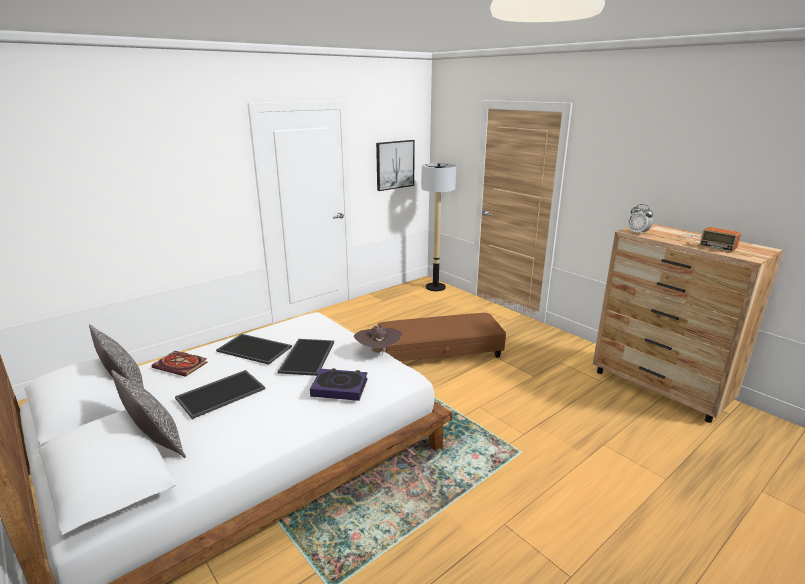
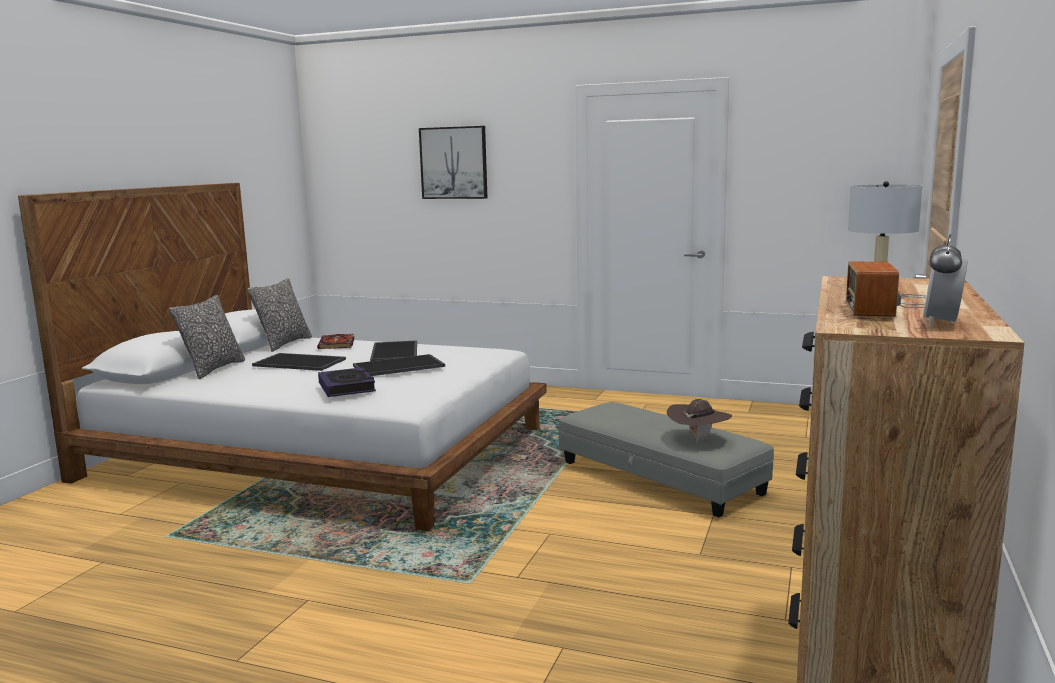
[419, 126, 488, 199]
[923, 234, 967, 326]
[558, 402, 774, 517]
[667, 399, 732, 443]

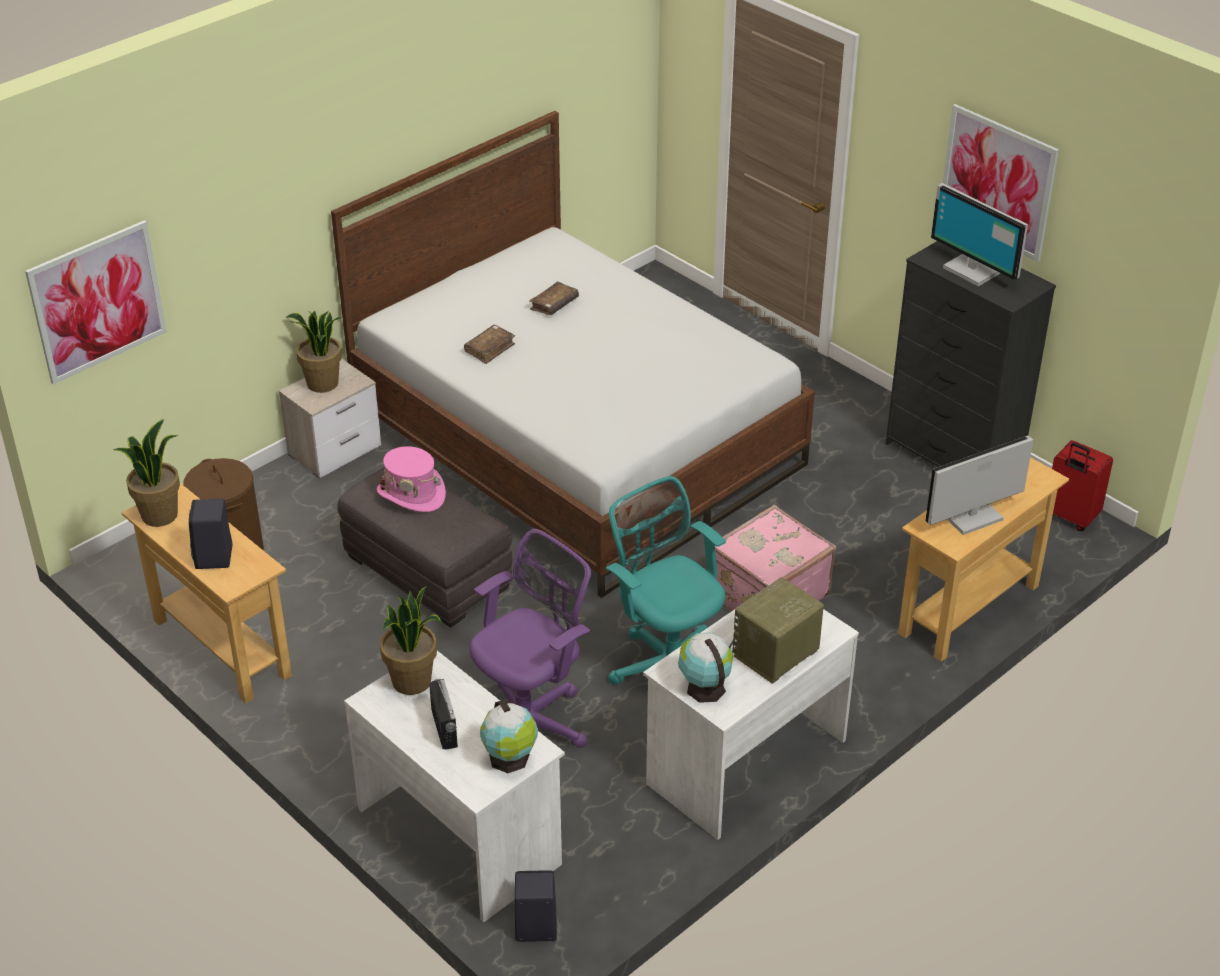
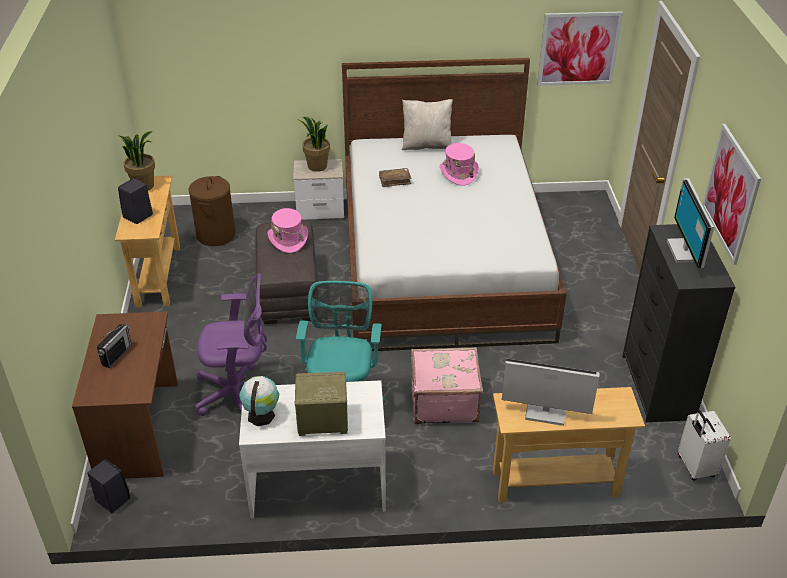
[537, 11, 623, 86]
[440, 143, 479, 186]
[678, 410, 731, 480]
[380, 586, 442, 695] (first image)
[72, 311, 178, 479]
[480, 701, 538, 773] (first image)
[402, 99, 453, 150]

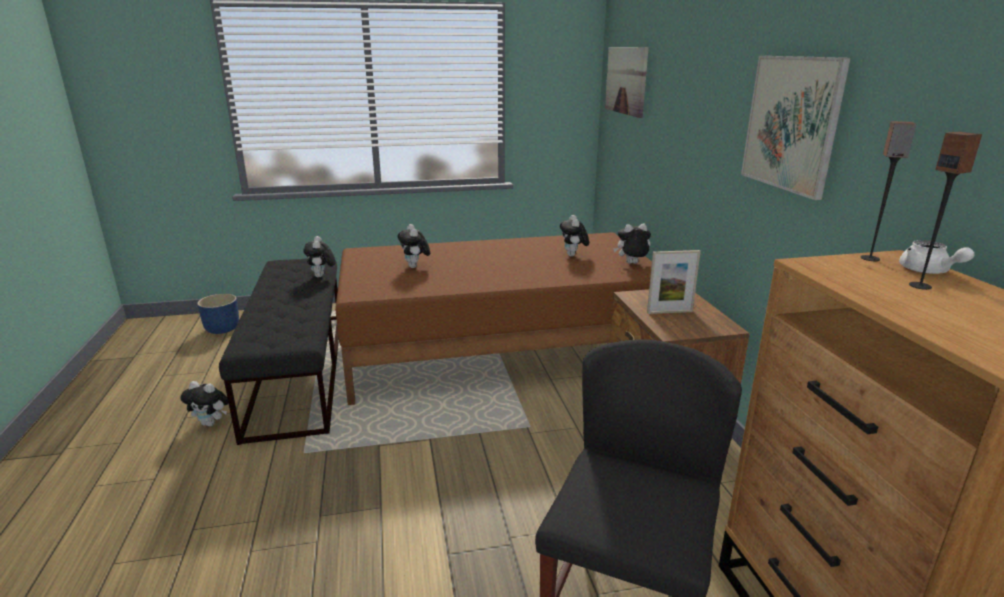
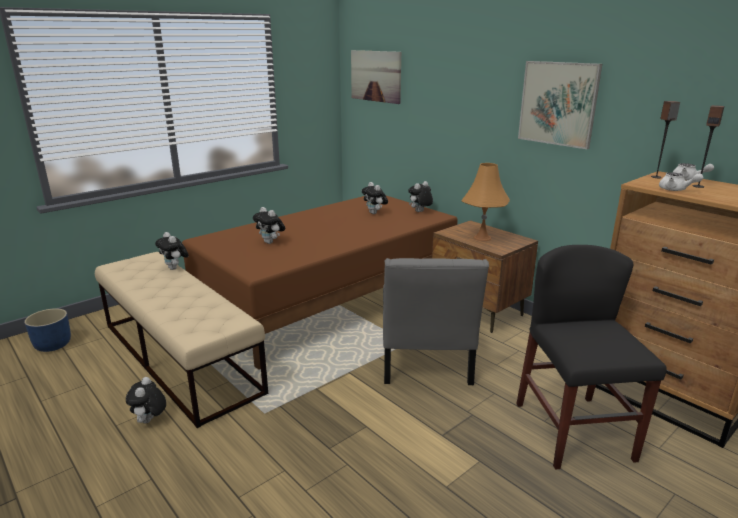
[462, 163, 510, 241]
[95, 252, 268, 428]
[126, 377, 166, 423]
[659, 172, 703, 191]
[383, 258, 489, 385]

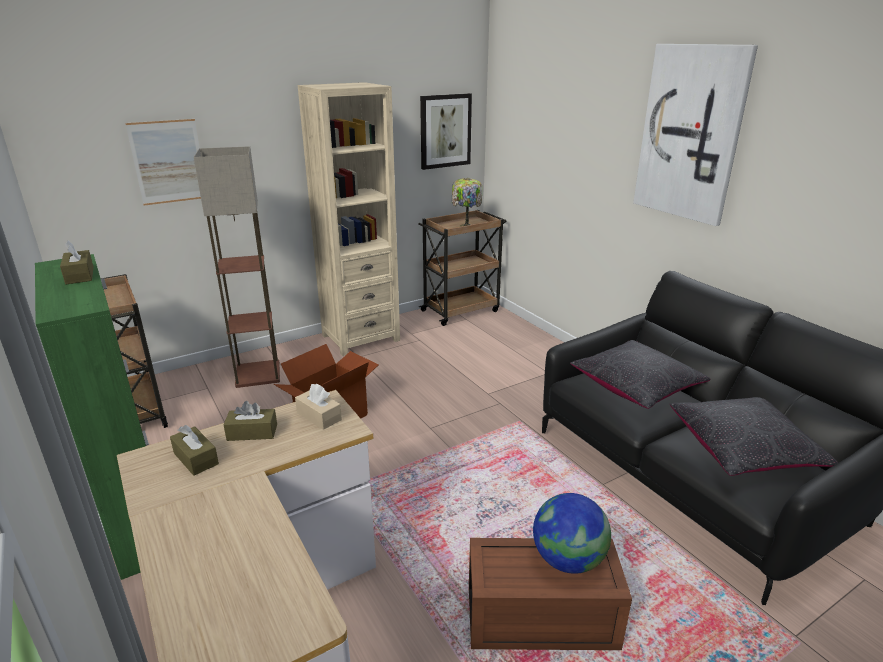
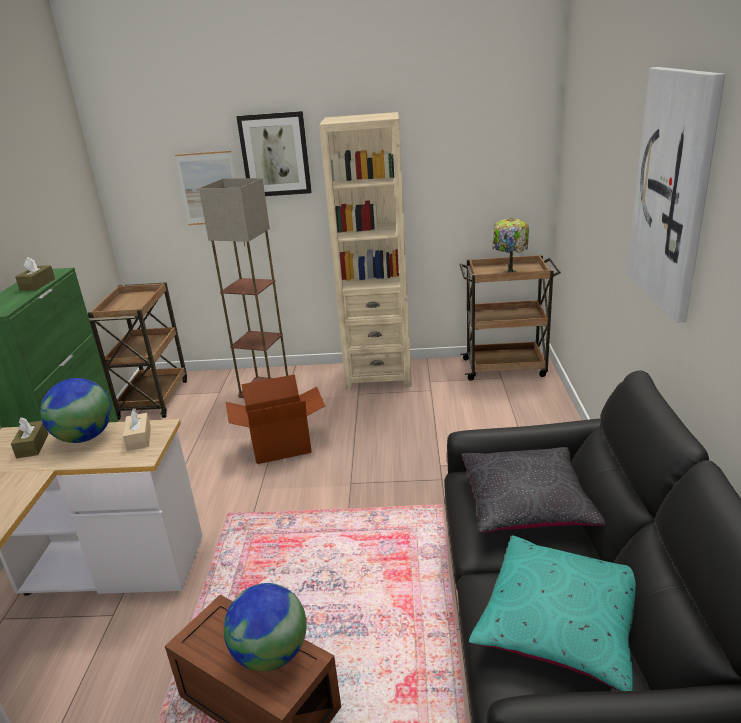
[236, 111, 312, 196]
[469, 535, 636, 691]
[40, 378, 112, 443]

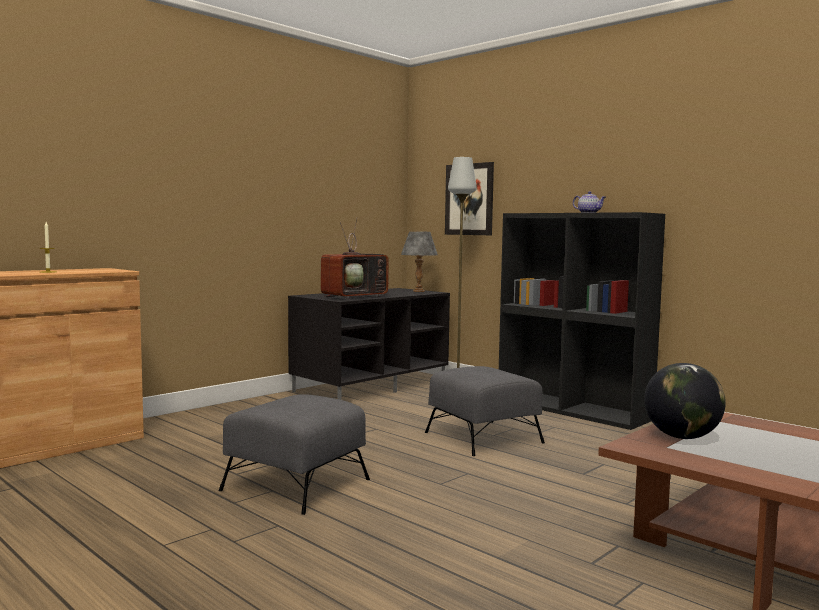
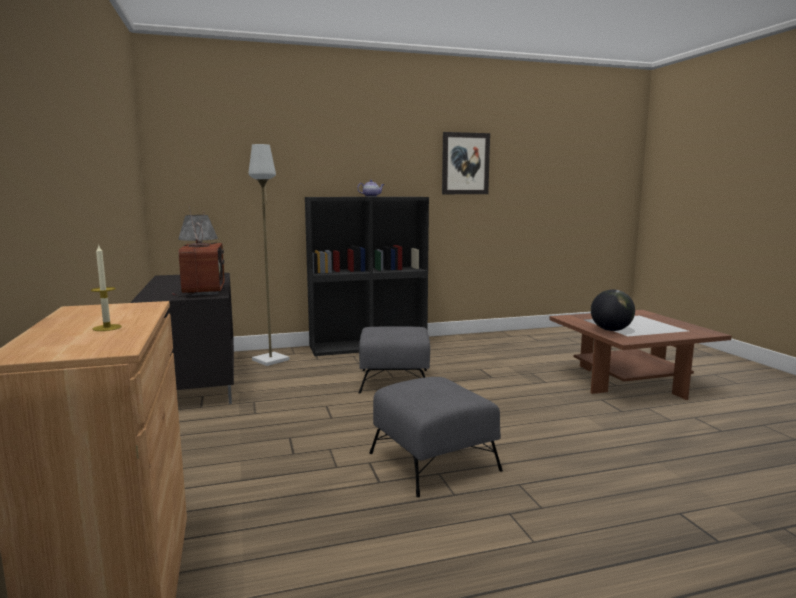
[442, 132, 490, 194]

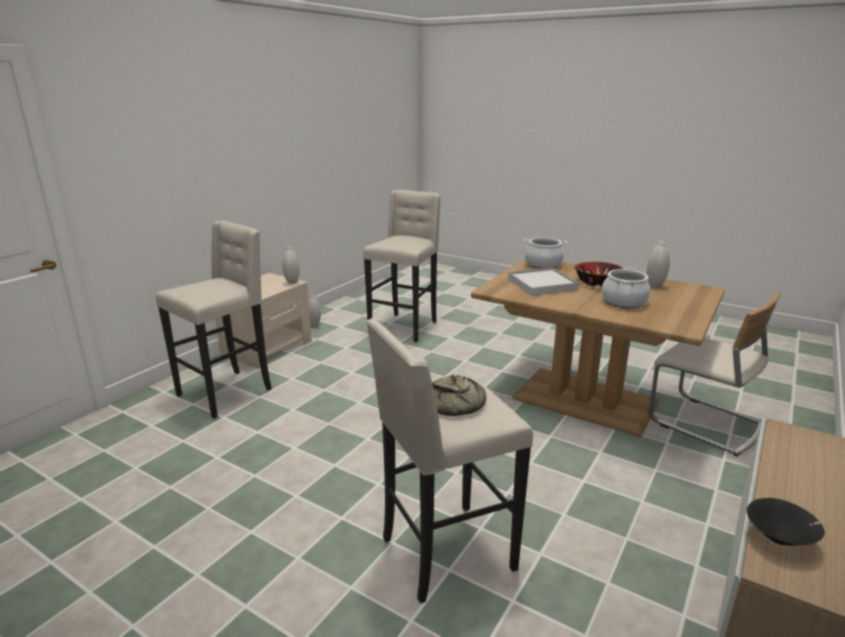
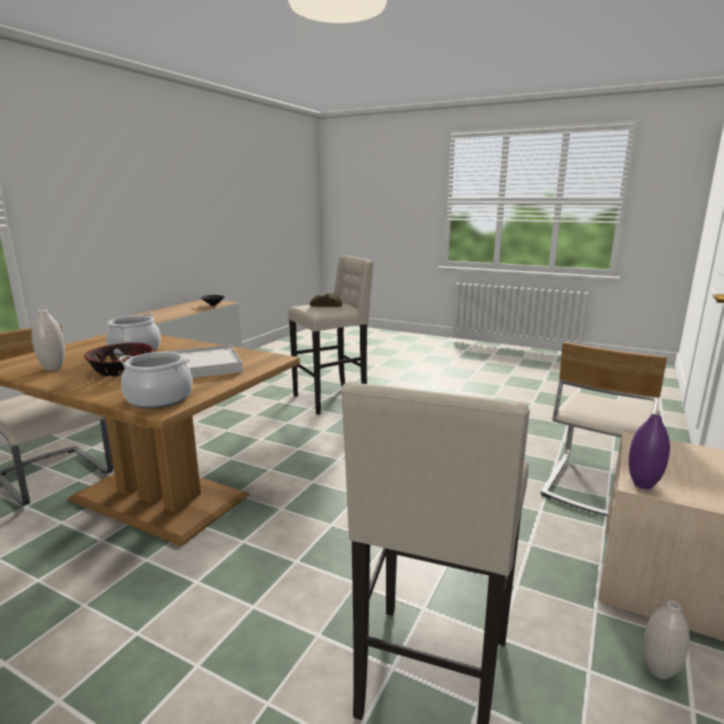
[541, 342, 667, 516]
[629, 414, 670, 489]

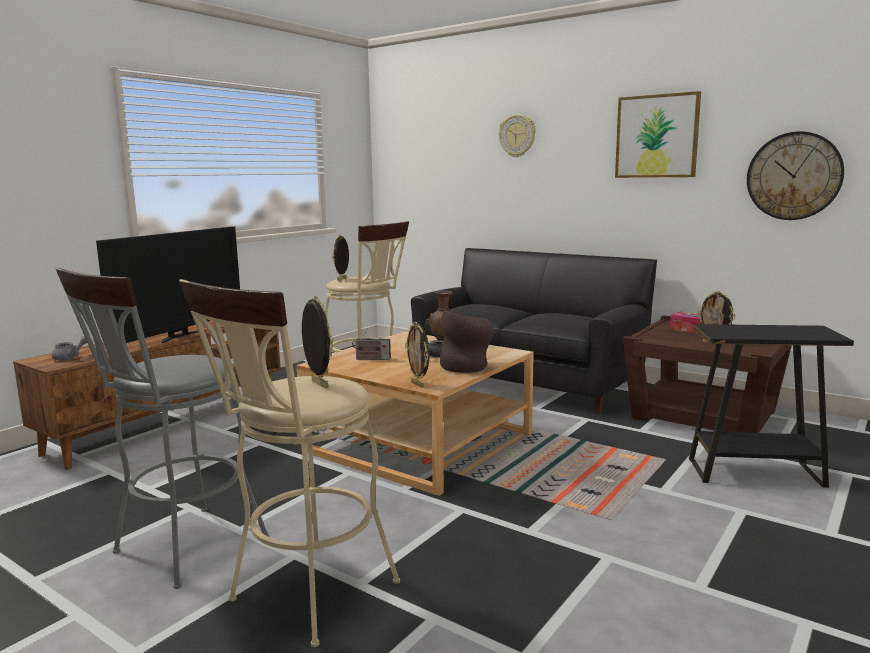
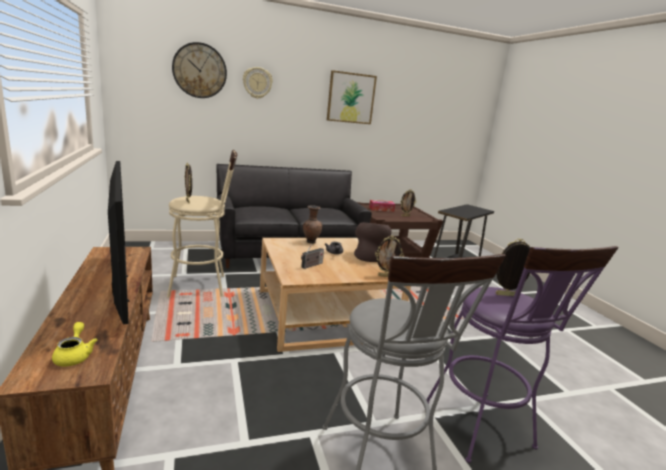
[172, 42, 227, 98]
[427, 246, 619, 463]
[52, 322, 97, 366]

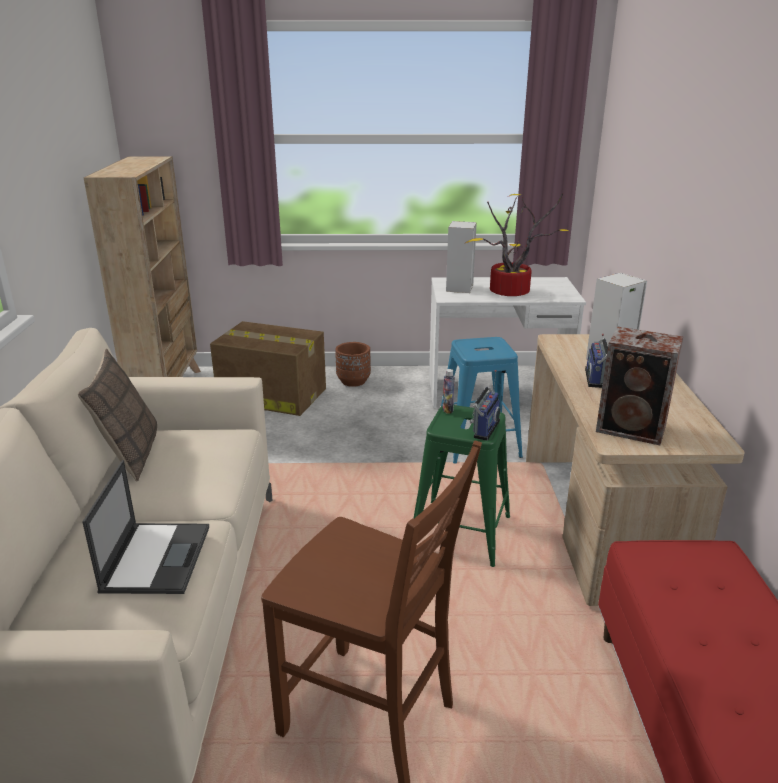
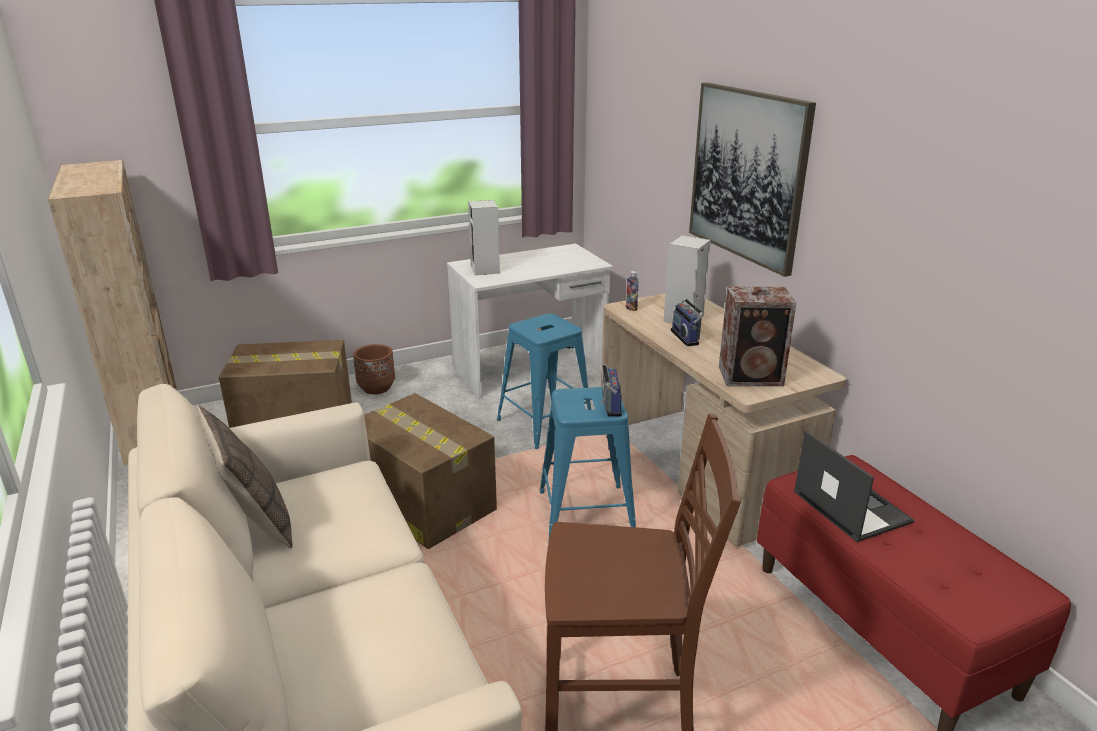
[466, 193, 569, 296] (first image)
[626, 271, 639, 311]
[540, 387, 636, 543]
[794, 430, 914, 542]
[689, 83, 816, 277]
[364, 393, 497, 549]

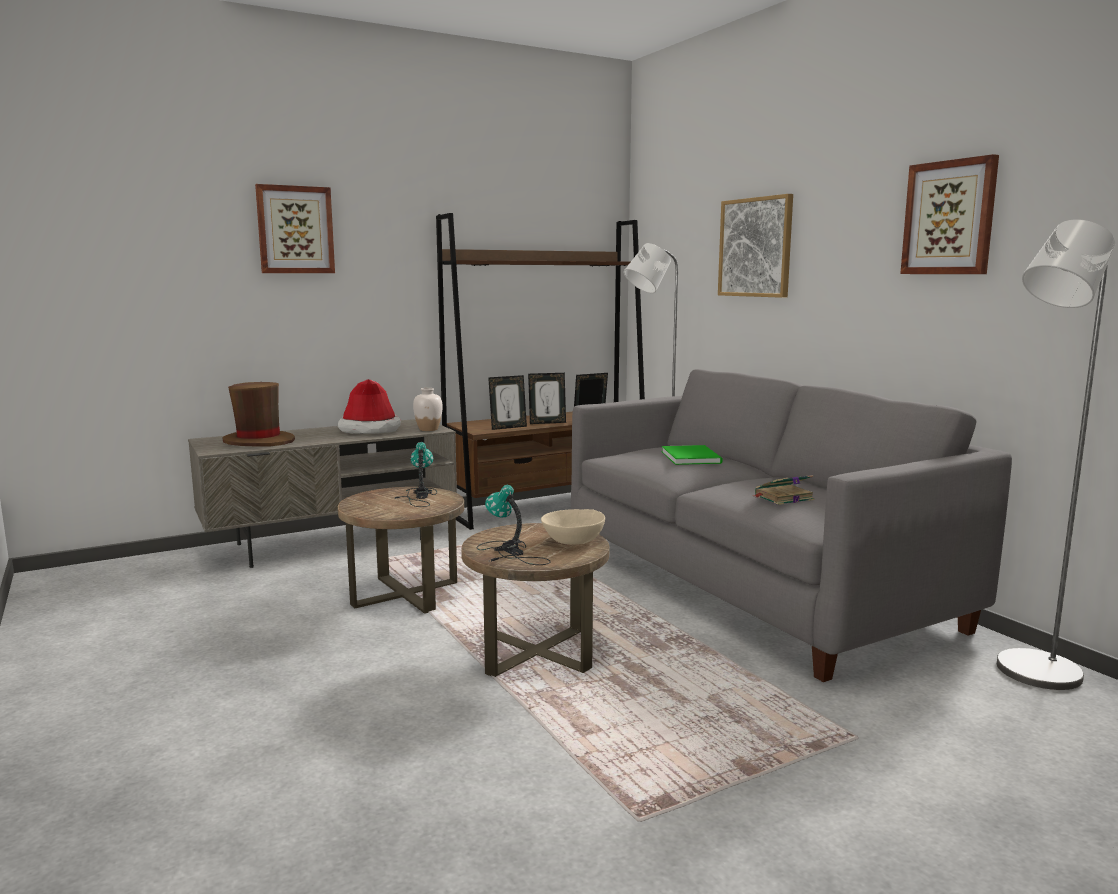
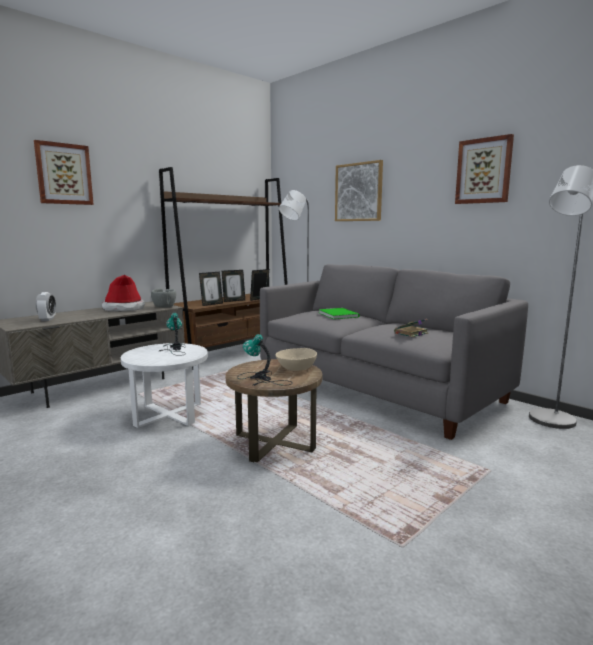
[36, 292, 56, 321]
[151, 289, 176, 308]
[121, 343, 208, 428]

